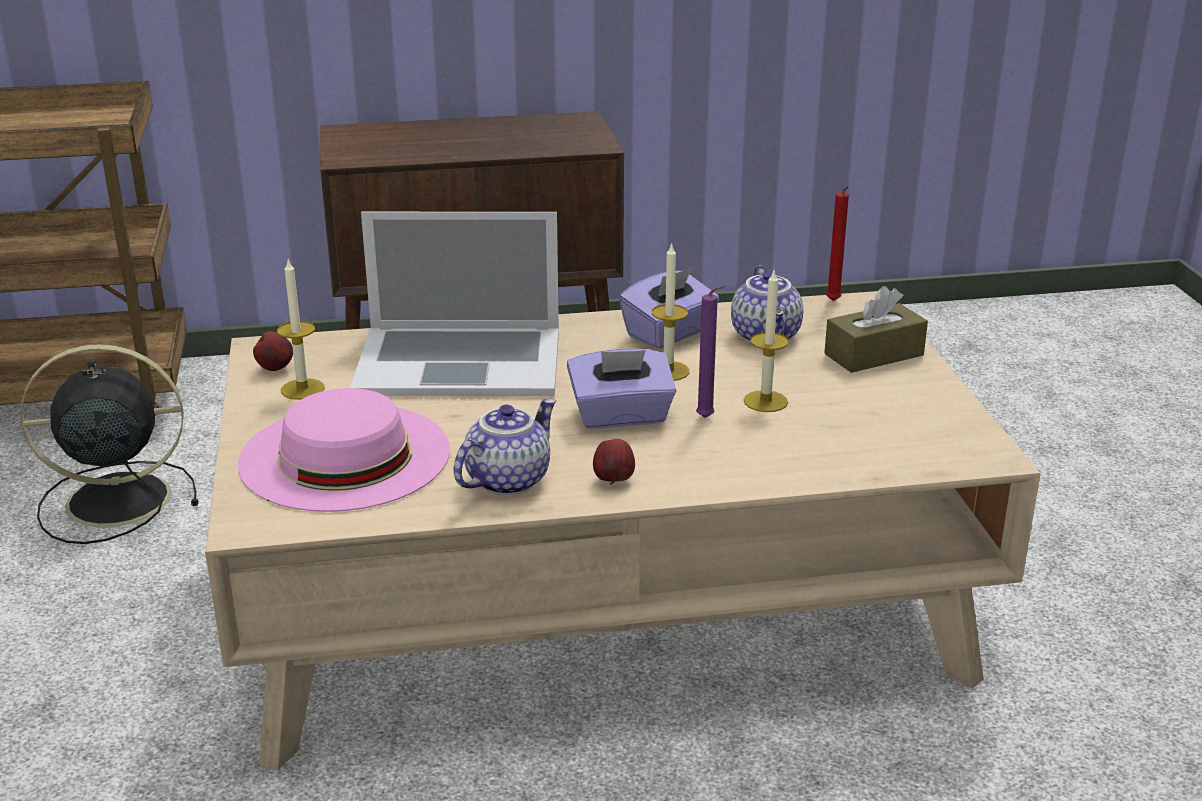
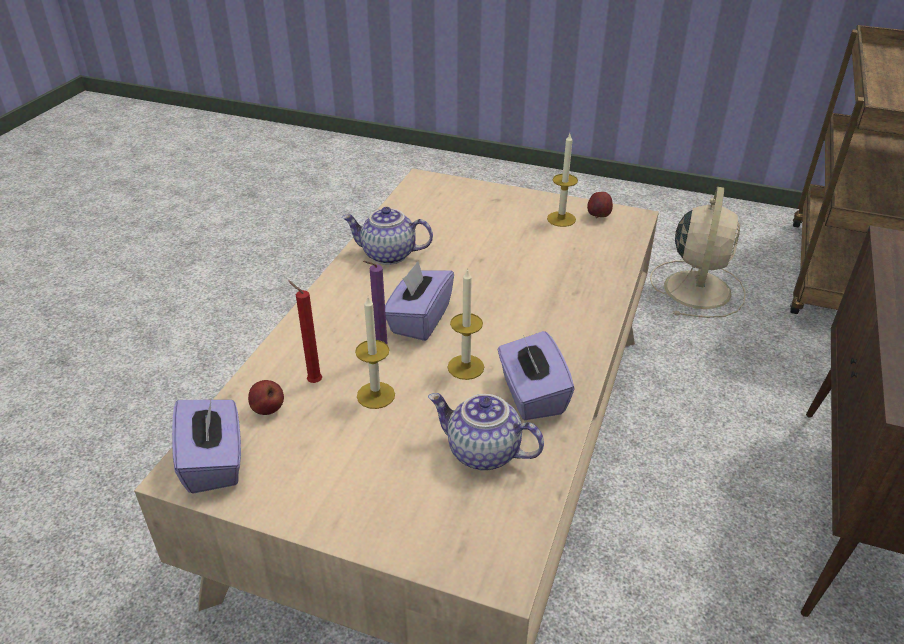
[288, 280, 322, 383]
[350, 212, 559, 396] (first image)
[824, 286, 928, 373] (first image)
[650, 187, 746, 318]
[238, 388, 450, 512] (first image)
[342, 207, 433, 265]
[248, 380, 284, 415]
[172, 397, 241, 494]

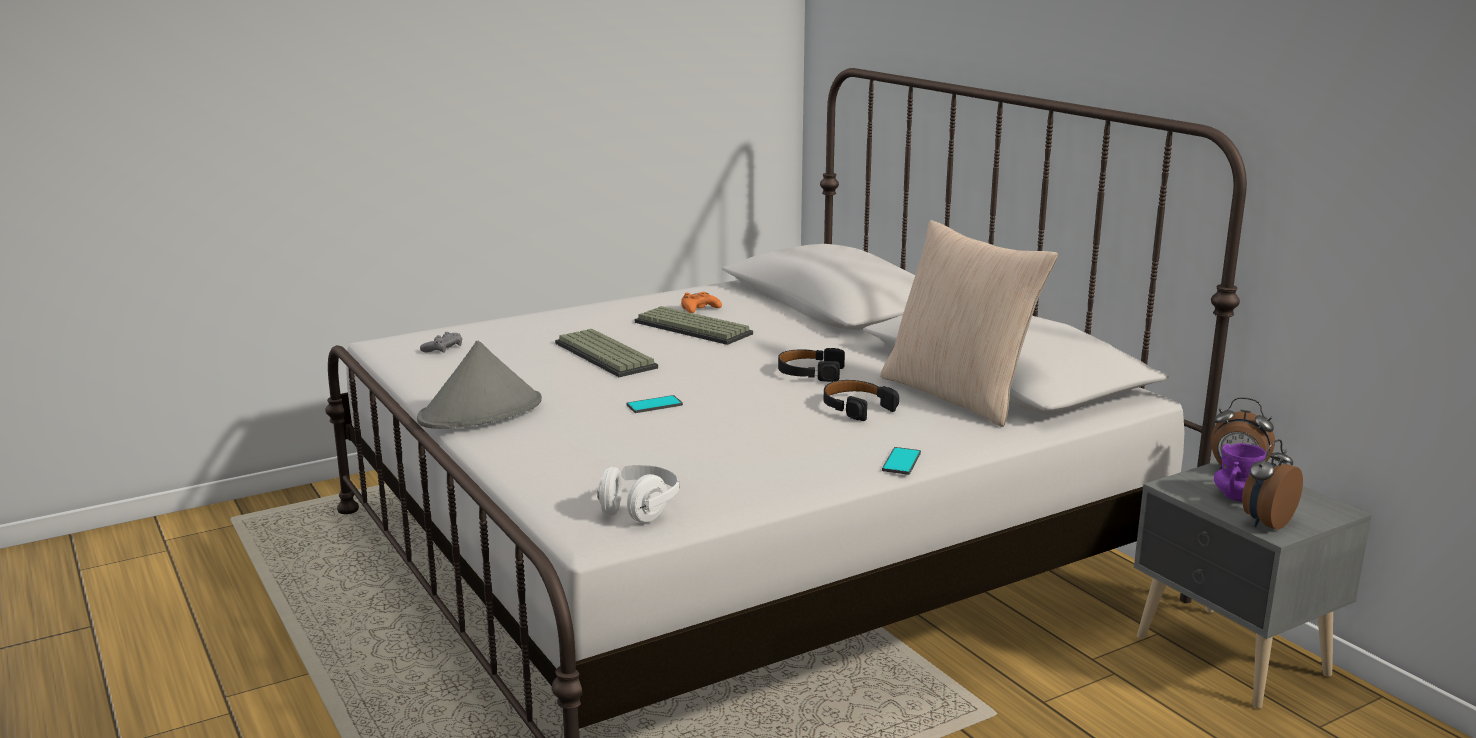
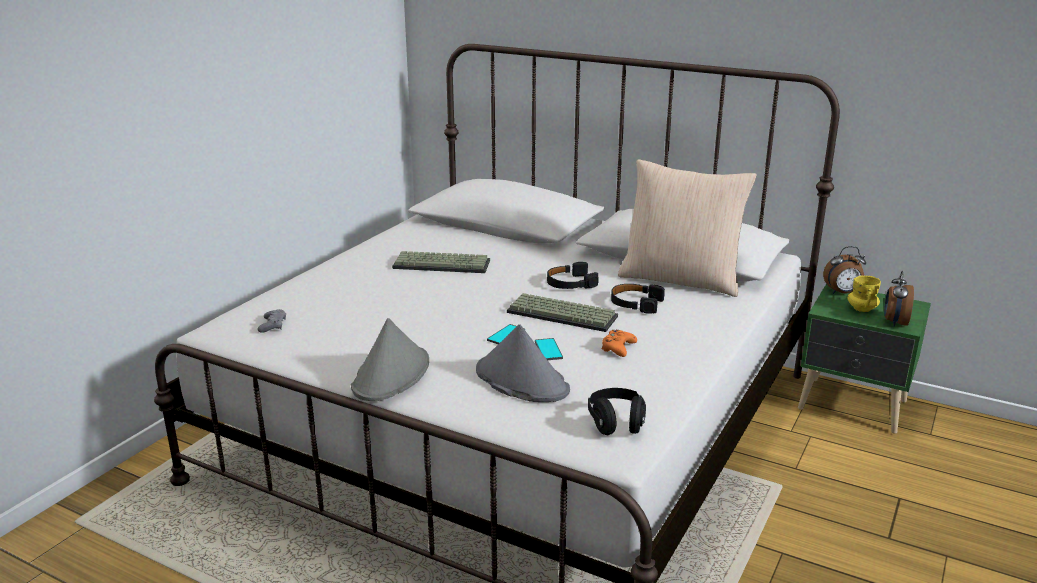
[601, 330, 637, 357]
[507, 293, 618, 332]
[848, 275, 881, 312]
[535, 338, 563, 360]
[798, 284, 931, 434]
[588, 388, 646, 435]
[476, 324, 570, 402]

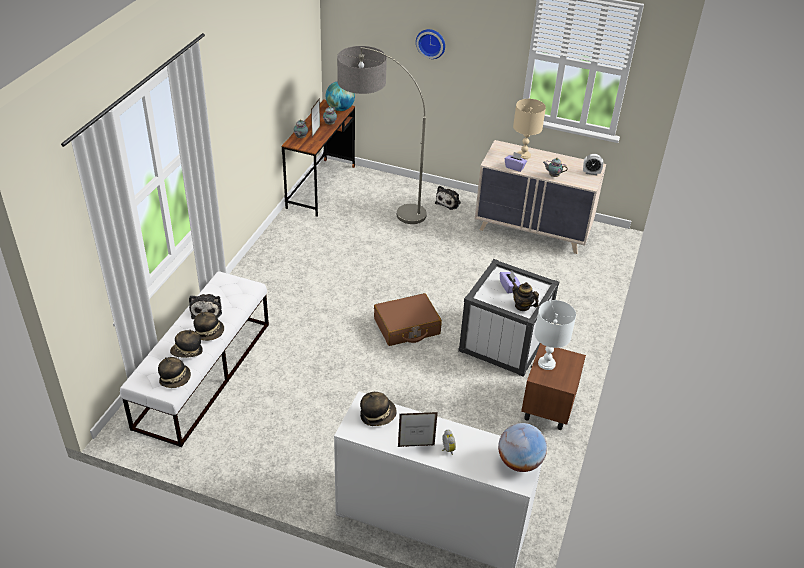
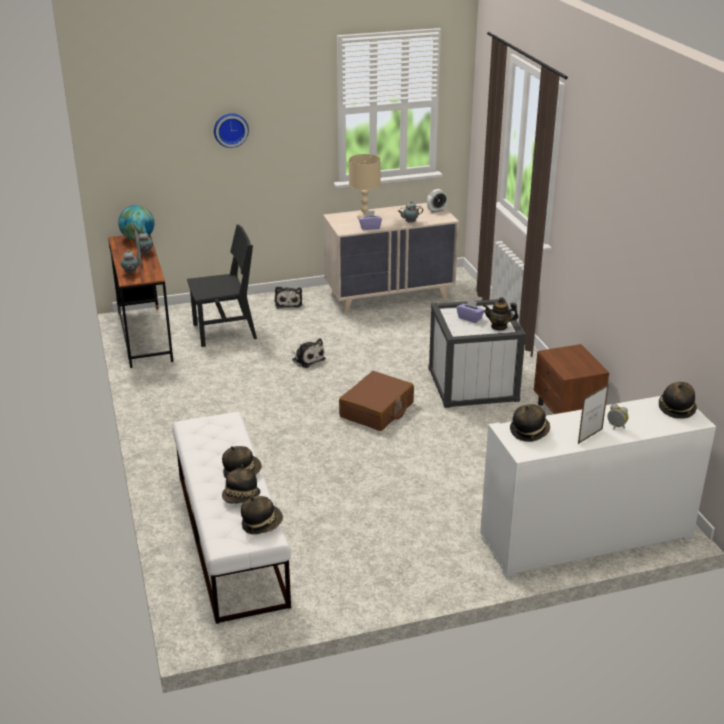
[187, 225, 257, 347]
[291, 338, 326, 368]
[534, 300, 576, 370] (first image)
[659, 382, 697, 419]

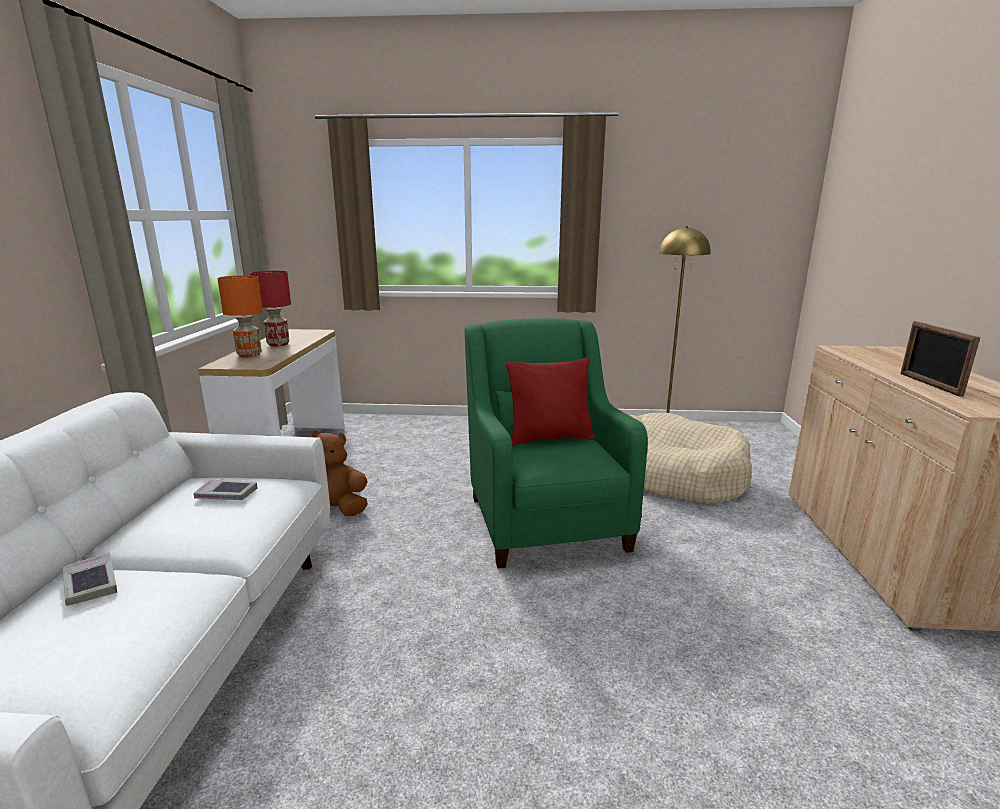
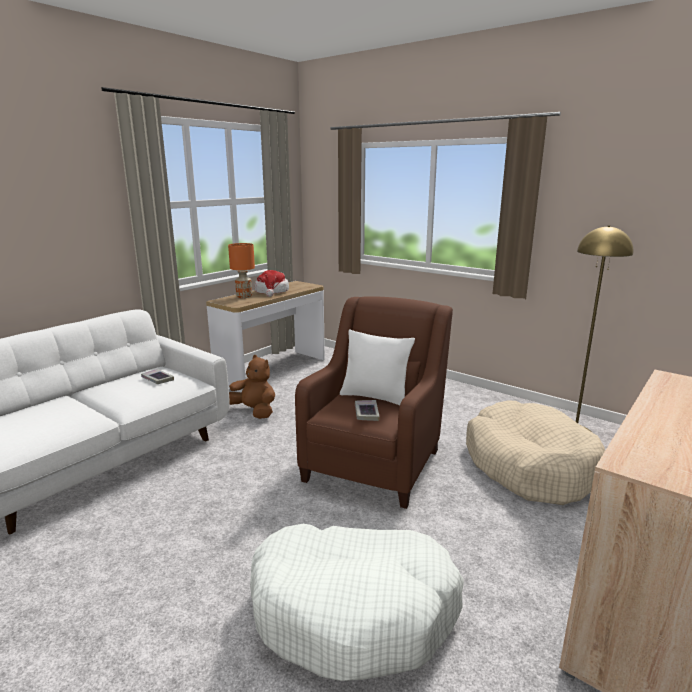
[255, 270, 289, 297]
[295, 296, 453, 509]
[901, 321, 980, 397] (first image)
[340, 330, 415, 405]
[355, 400, 380, 421]
[250, 524, 464, 681]

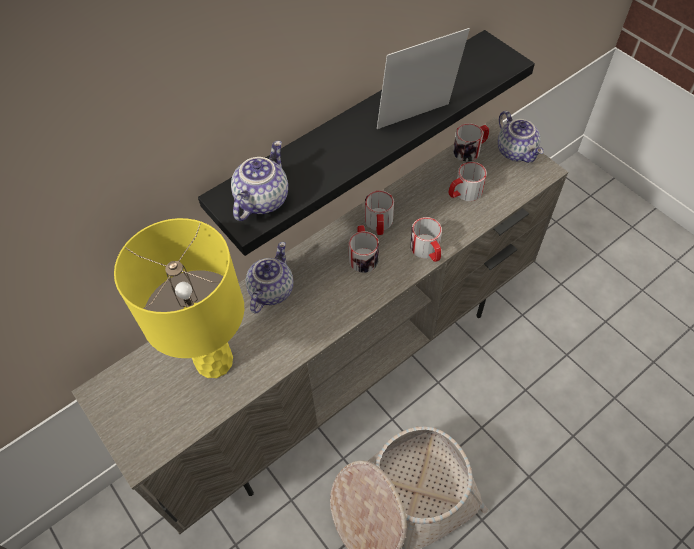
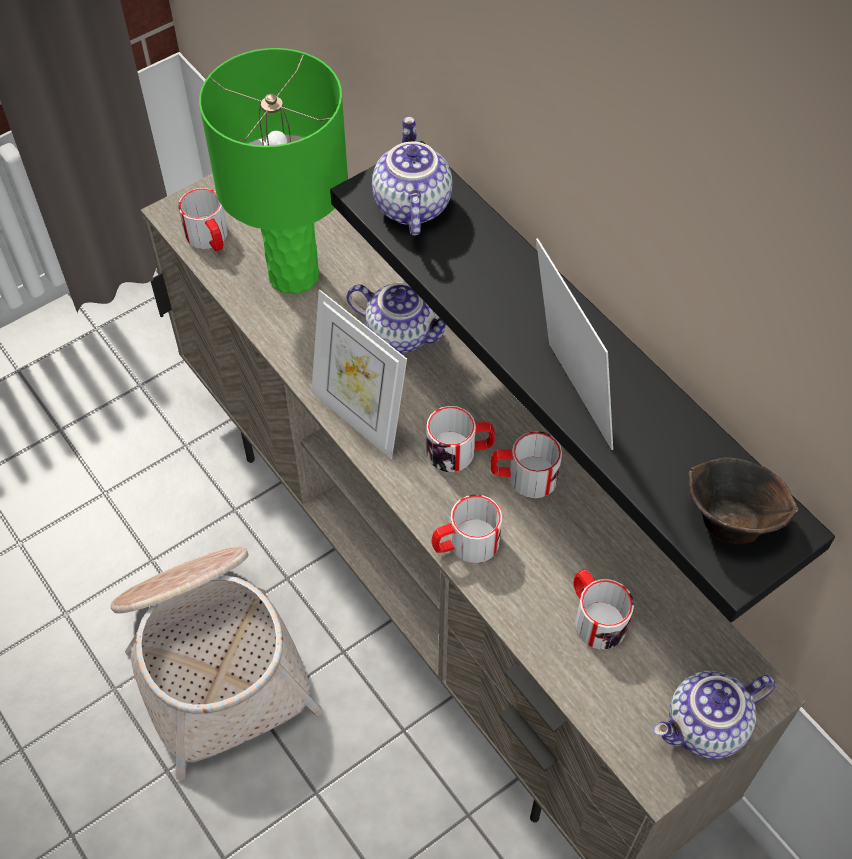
[178, 188, 228, 251]
[372, 116, 452, 236]
[199, 48, 348, 294]
[311, 290, 407, 459]
[688, 457, 799, 544]

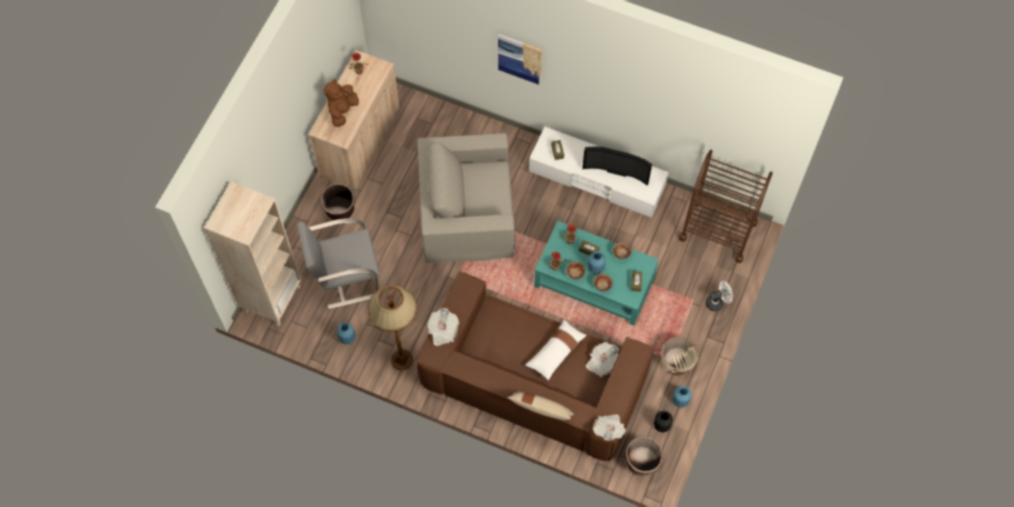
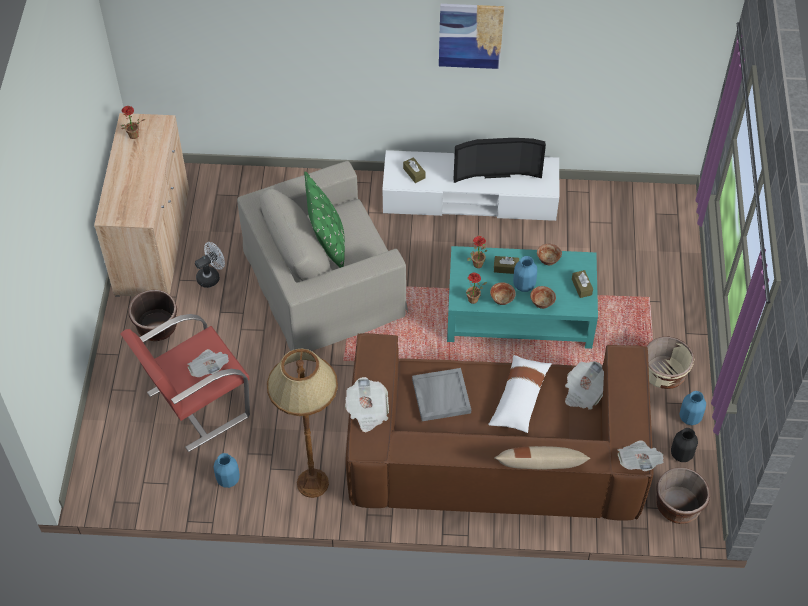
[439, 4, 504, 69]
[324, 79, 359, 127] (first image)
[679, 150, 773, 263] (first image)
[204, 182, 301, 327] (first image)
[120, 314, 250, 452]
[195, 242, 225, 288]
[304, 171, 345, 268]
[187, 349, 229, 377]
[412, 368, 471, 421]

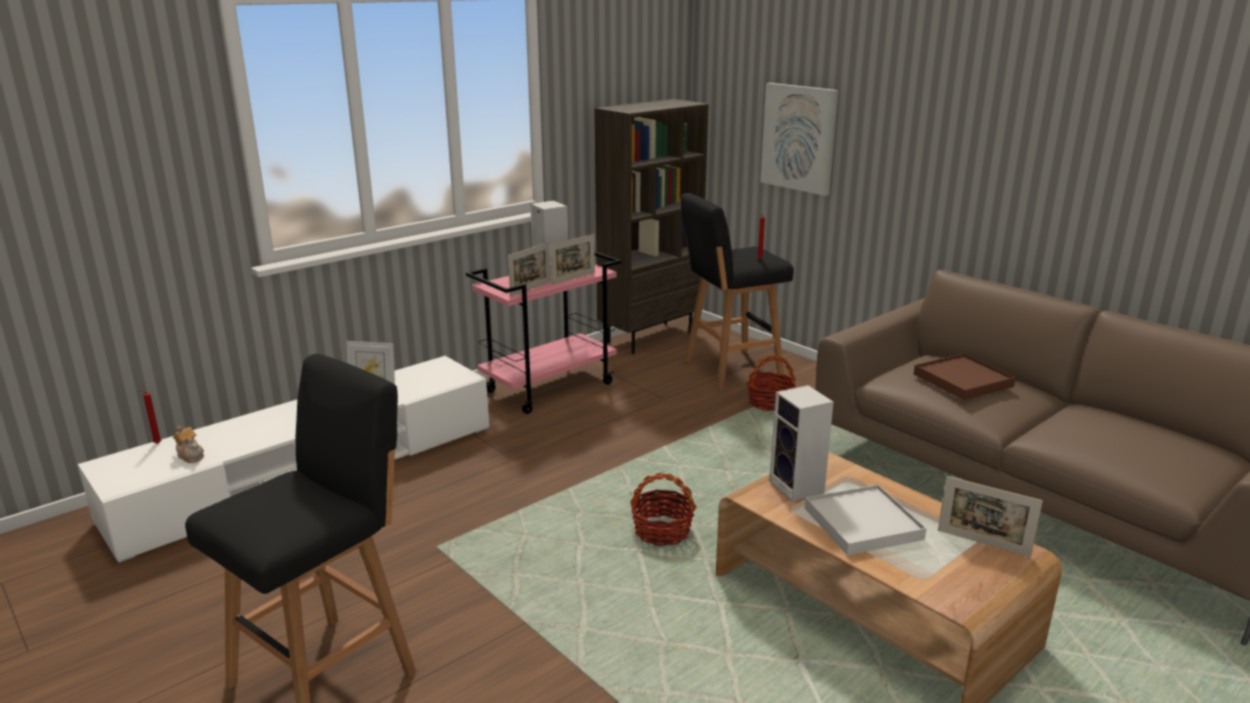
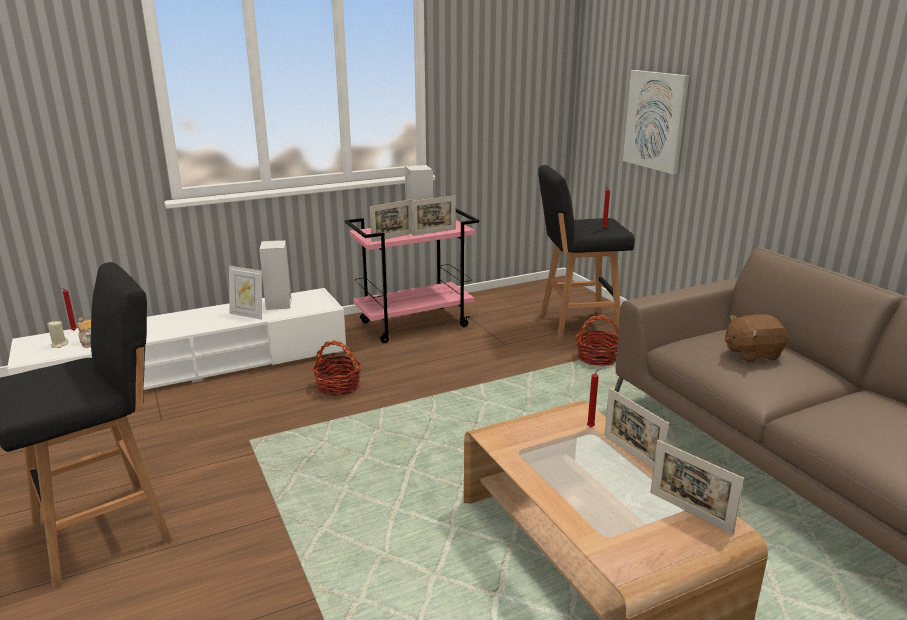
[594, 99, 709, 354] (first image)
[725, 314, 788, 363]
[259, 240, 291, 310]
[313, 340, 362, 395]
[805, 485, 927, 555] (first image)
[47, 321, 69, 348]
[587, 368, 602, 427]
[604, 388, 669, 469]

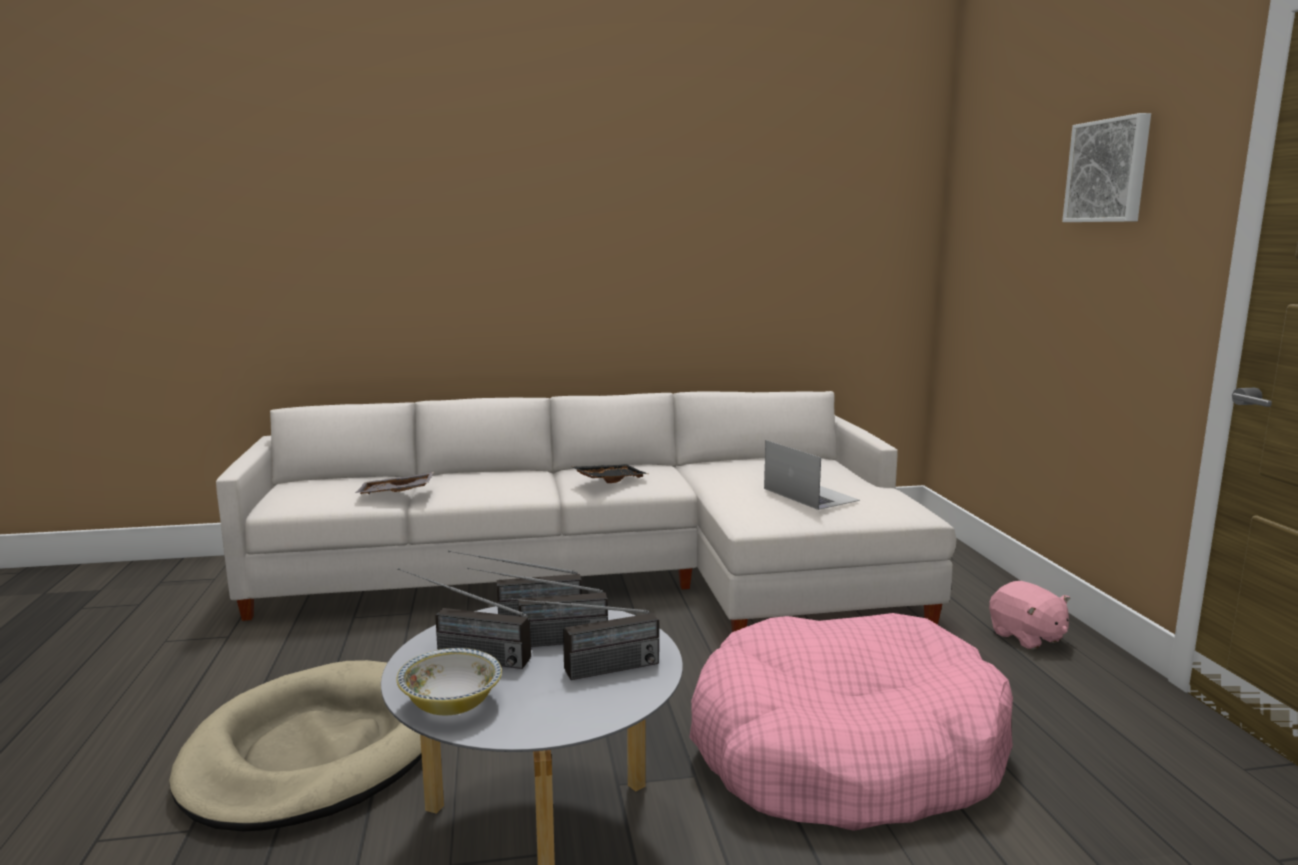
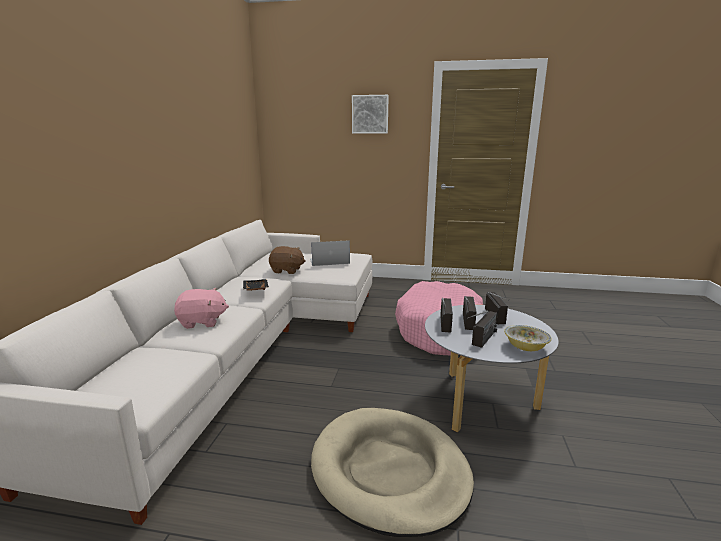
[355, 472, 434, 494] (first image)
[174, 288, 229, 329]
[269, 246, 305, 274]

